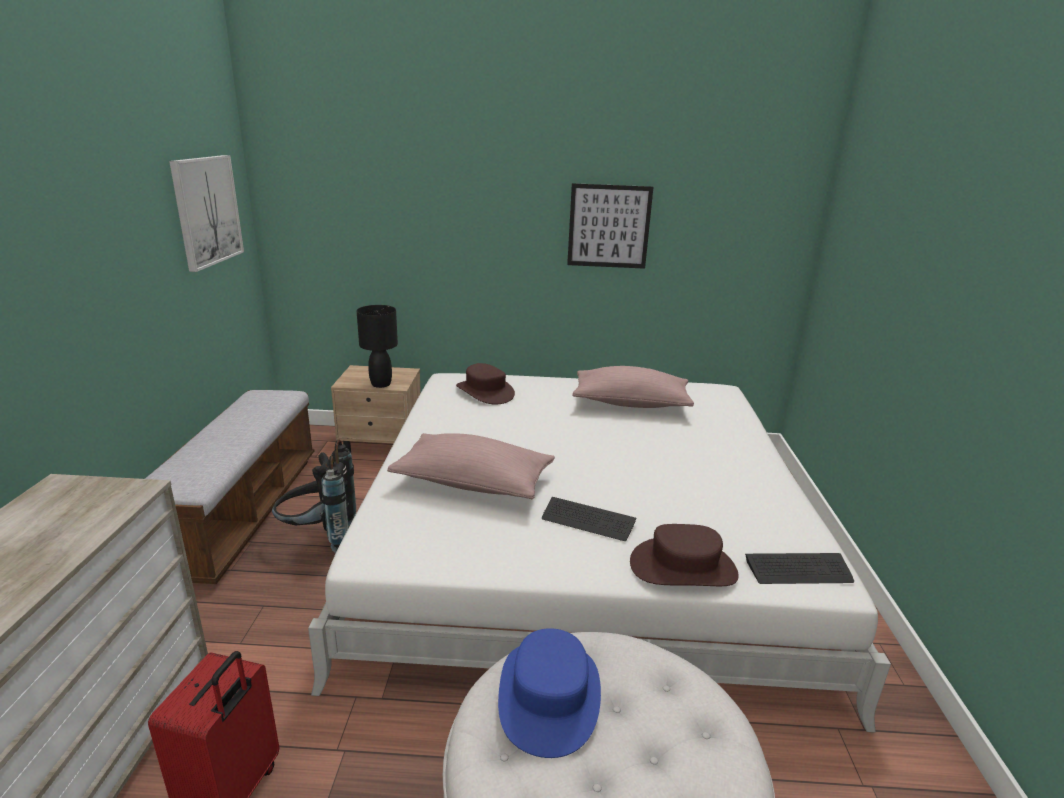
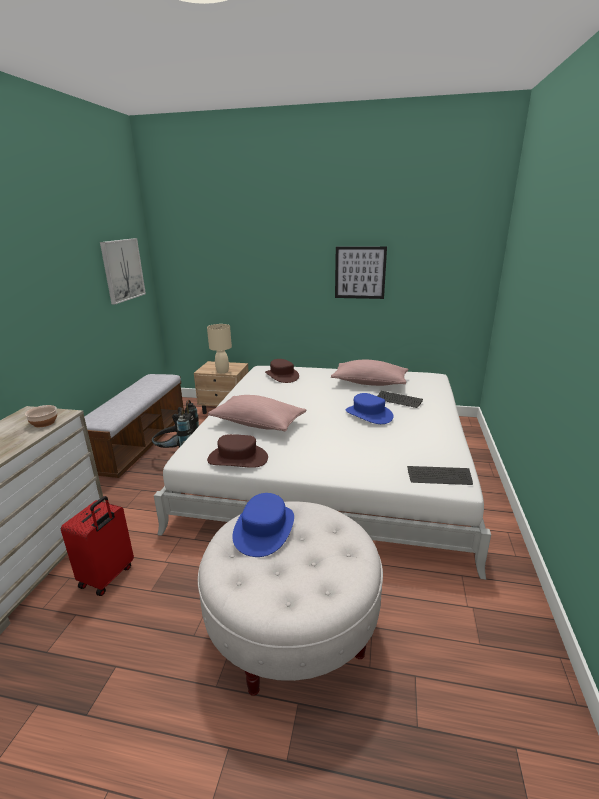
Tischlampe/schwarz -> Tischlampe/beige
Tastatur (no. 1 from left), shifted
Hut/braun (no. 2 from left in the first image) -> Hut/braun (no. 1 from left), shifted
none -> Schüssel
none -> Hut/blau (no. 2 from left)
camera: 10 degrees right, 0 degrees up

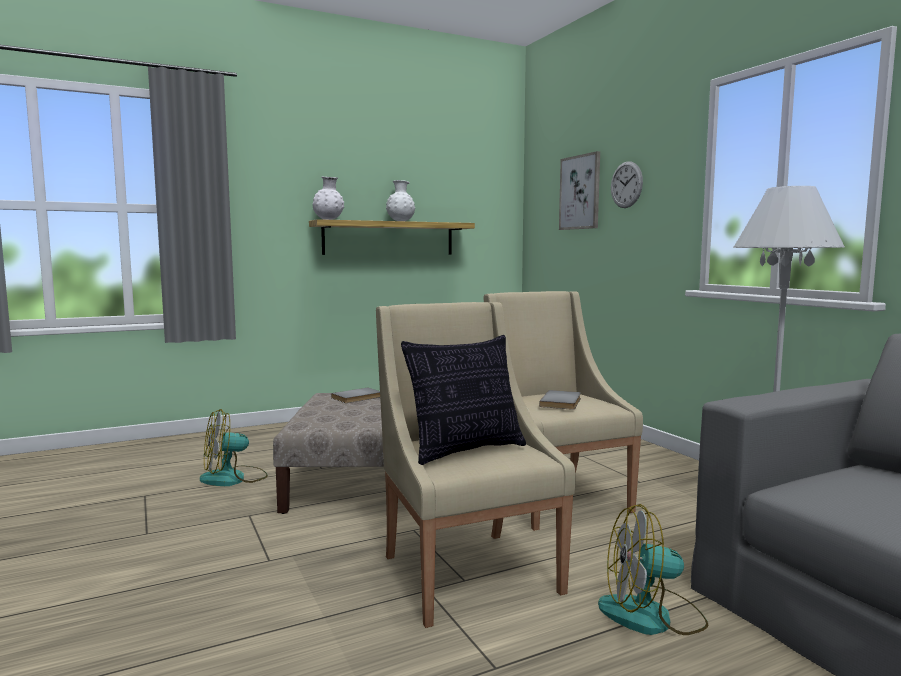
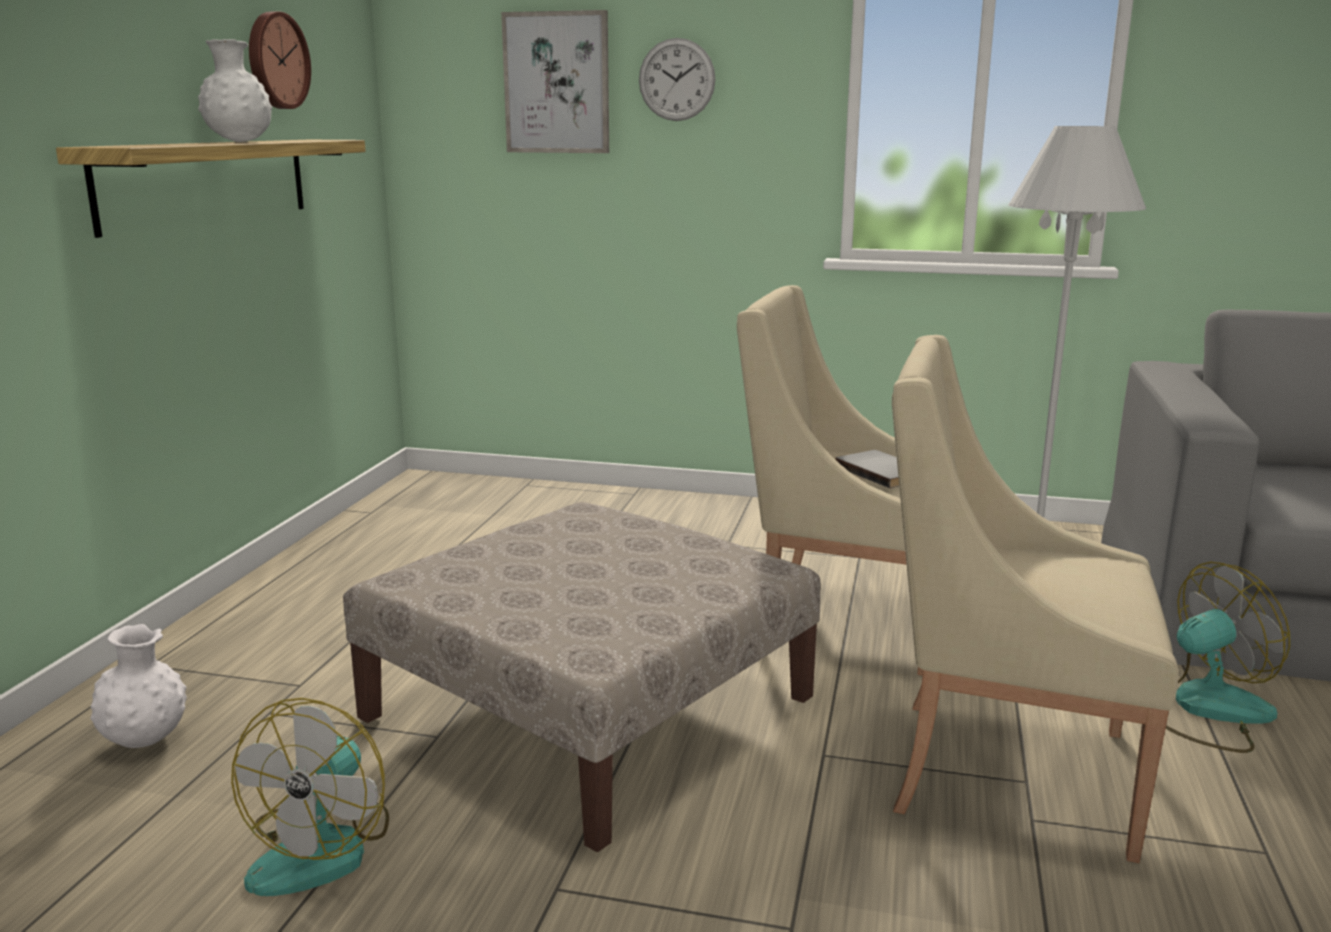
Vase/weiß (no. 1 from left), shifted
Buch/grau (no. 1 from left) -> none
Kissen -> none
Ventilator (no. 2 from left), 150 degrees counterclockwise
none -> Wanduhr (no. 1 from left)
camera: 50 degrees left, 10 degrees up

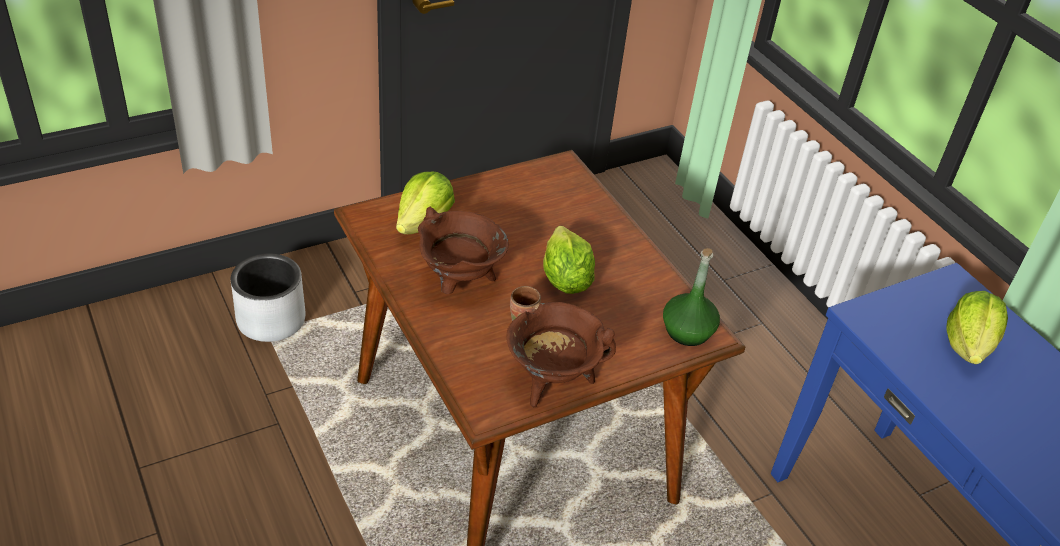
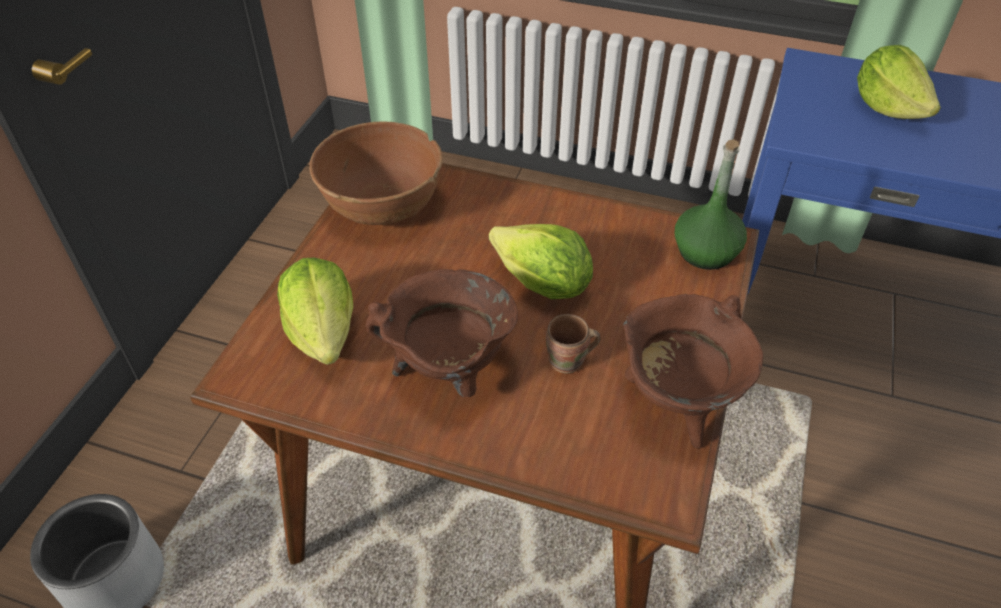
none -> Schüssel/braun
camera: 40 degrees left, 5 degrees up

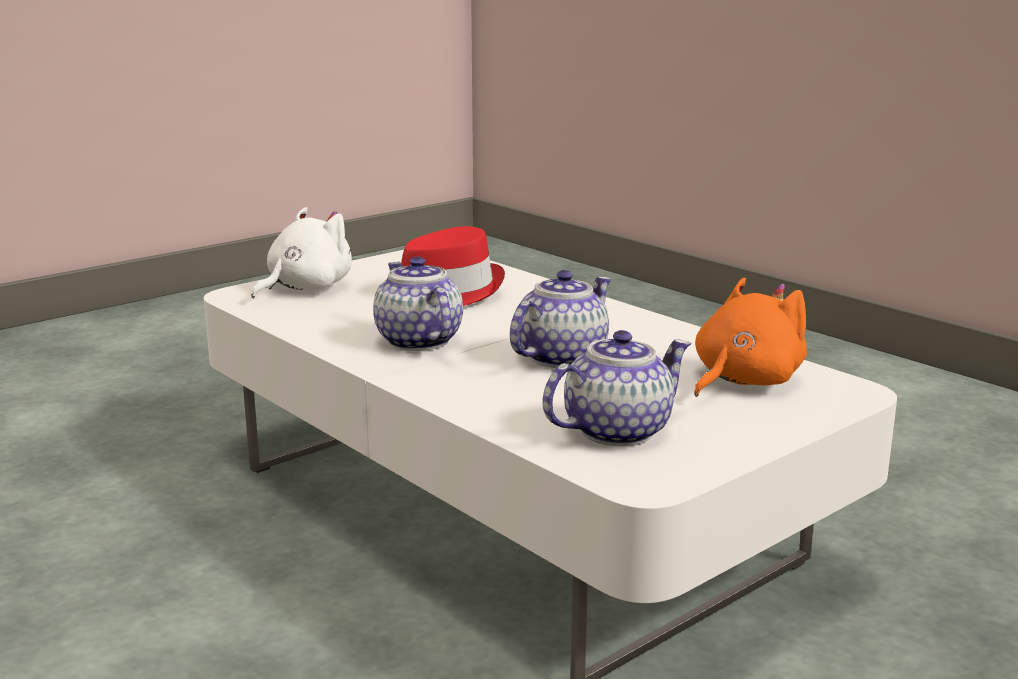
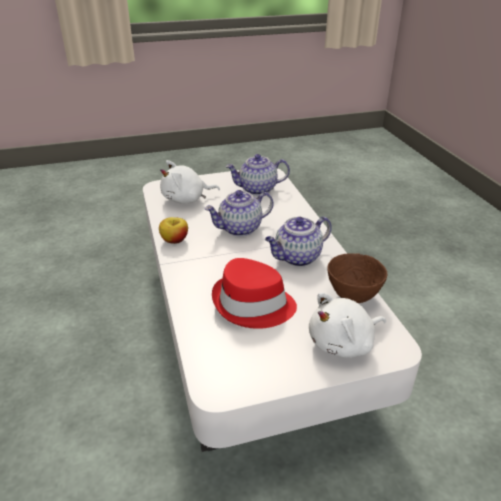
Teekanne (no. 1 from left in the first image) -> Teekanne (no. 3 from left), 60 degrees clockwise
Plüschtier/orange -> Plüschtier/weiß (no. 1 from left)
none -> Apfel
none -> Schüssel/braun
camera: 155 degrees left, 15 degrees up

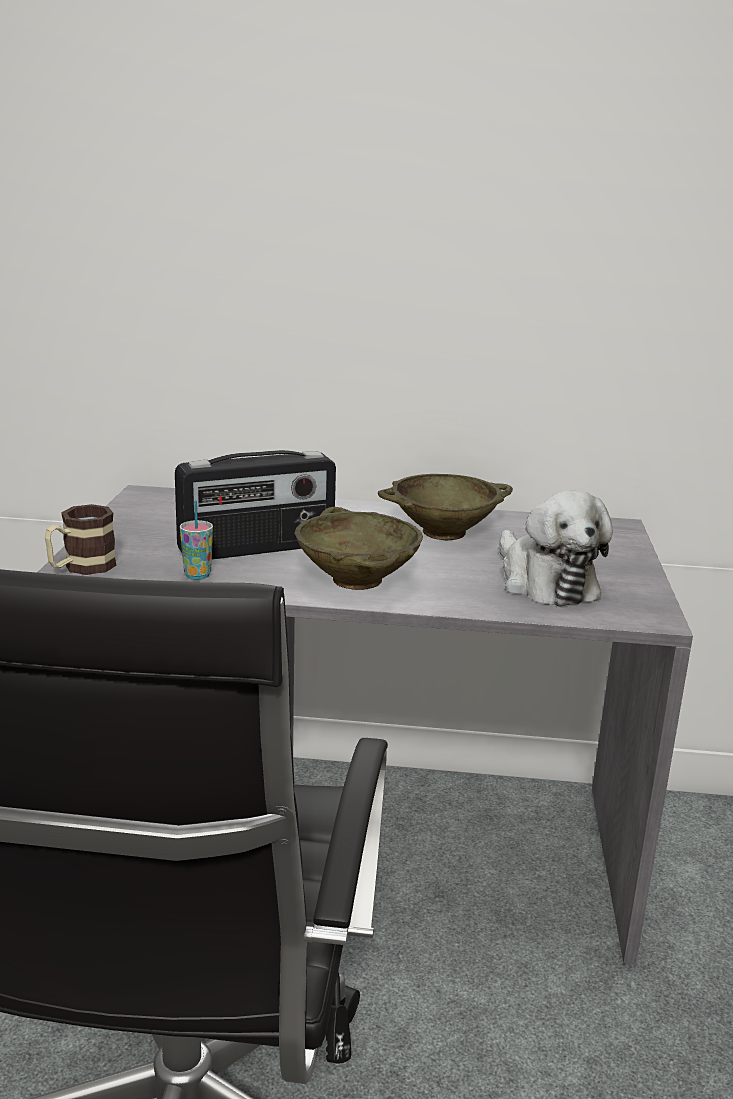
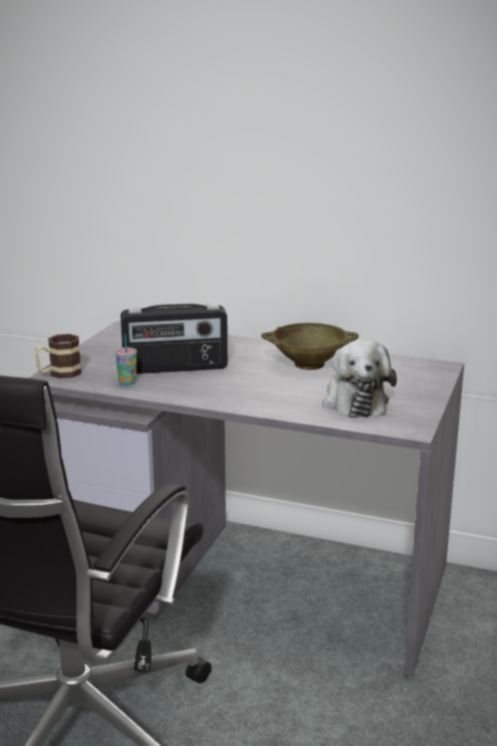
Schüssel/beige (no. 1 from left) -> none
camera: 15 degrees right, 0 degrees up

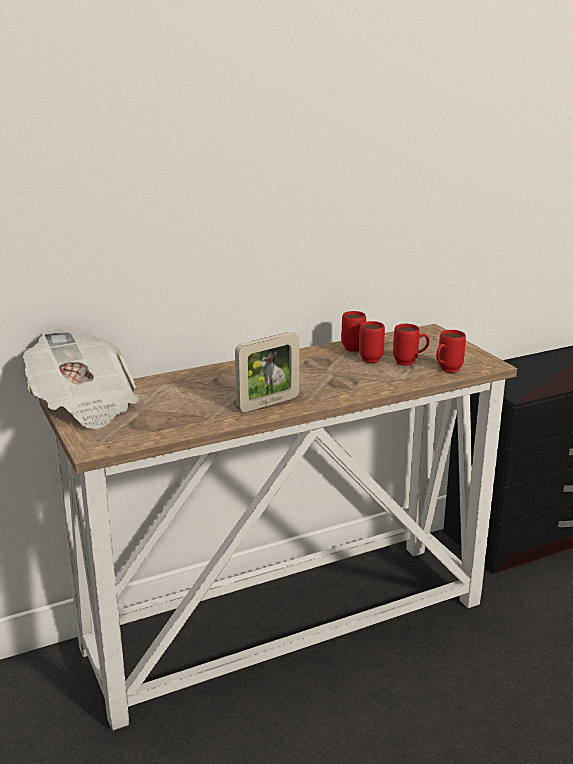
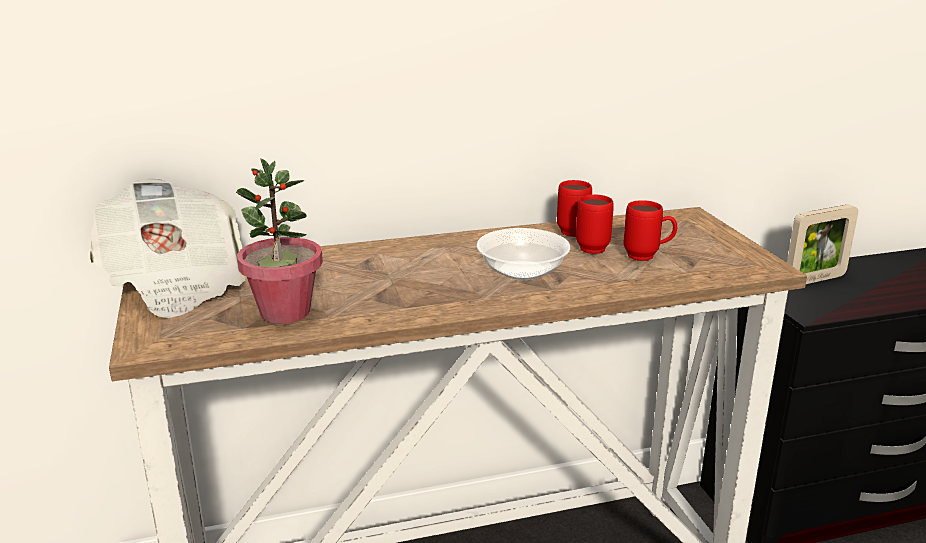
Bilderrahmen, shifted
Henkelbecher/rot (no. 4 from left) -> none
none -> Topfpflanze
none -> Schüssel
camera: 10 degrees right, 0 degrees up

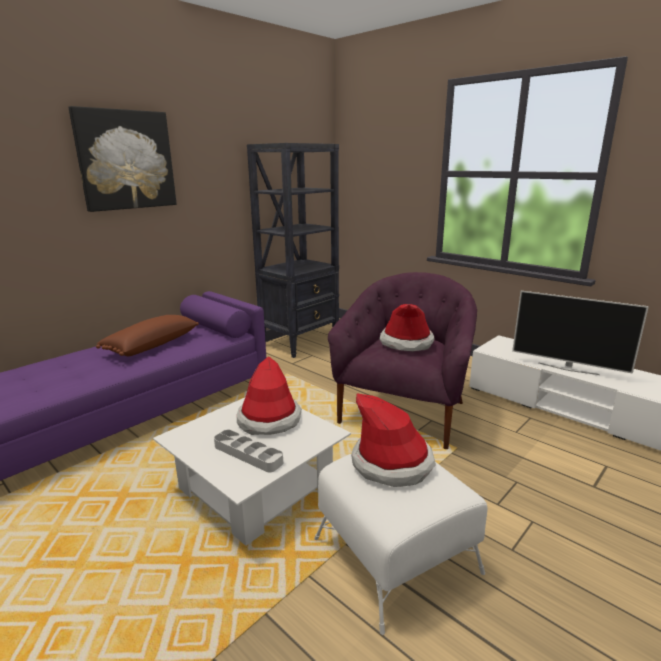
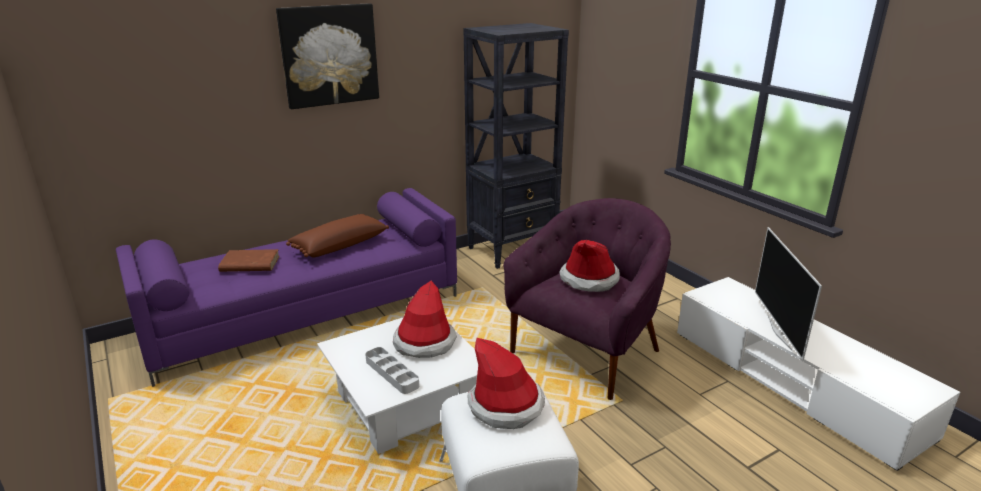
Fernseher, 45 degrees clockwise
none -> Buch/braun
camera: 15 degrees right, 5 degrees up

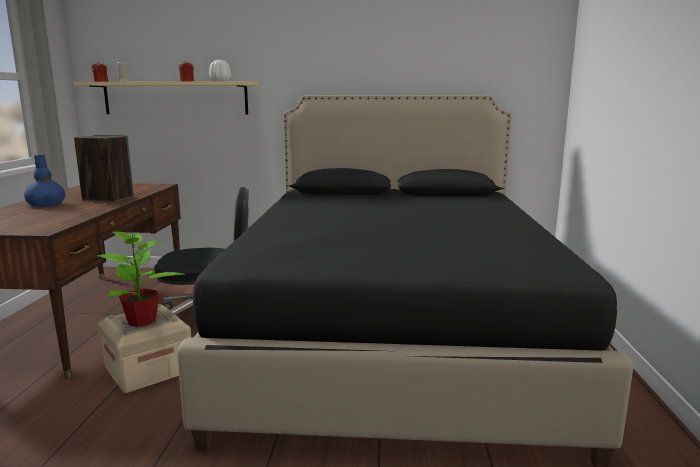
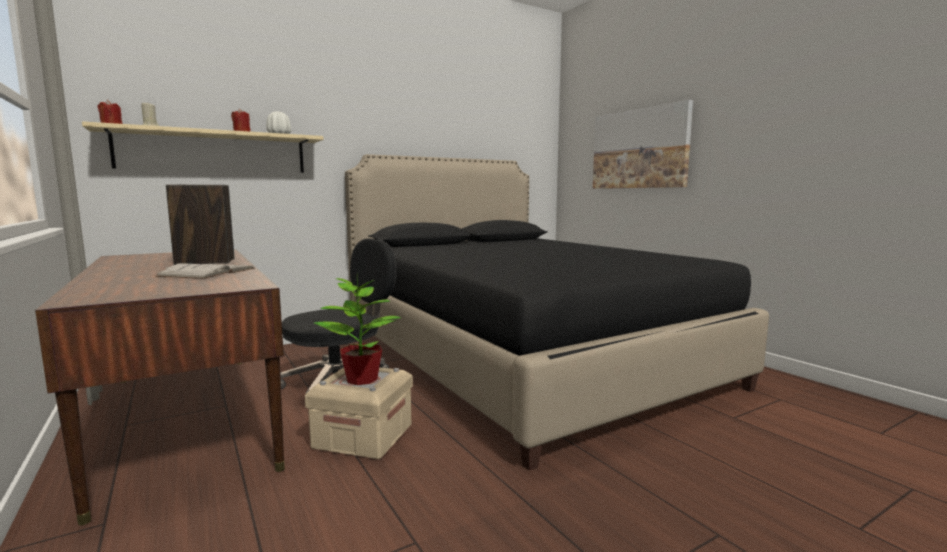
Vase/blau -> none
none -> Buch/weiß
none -> Bild
camera: 35 degrees left, 5 degrees down

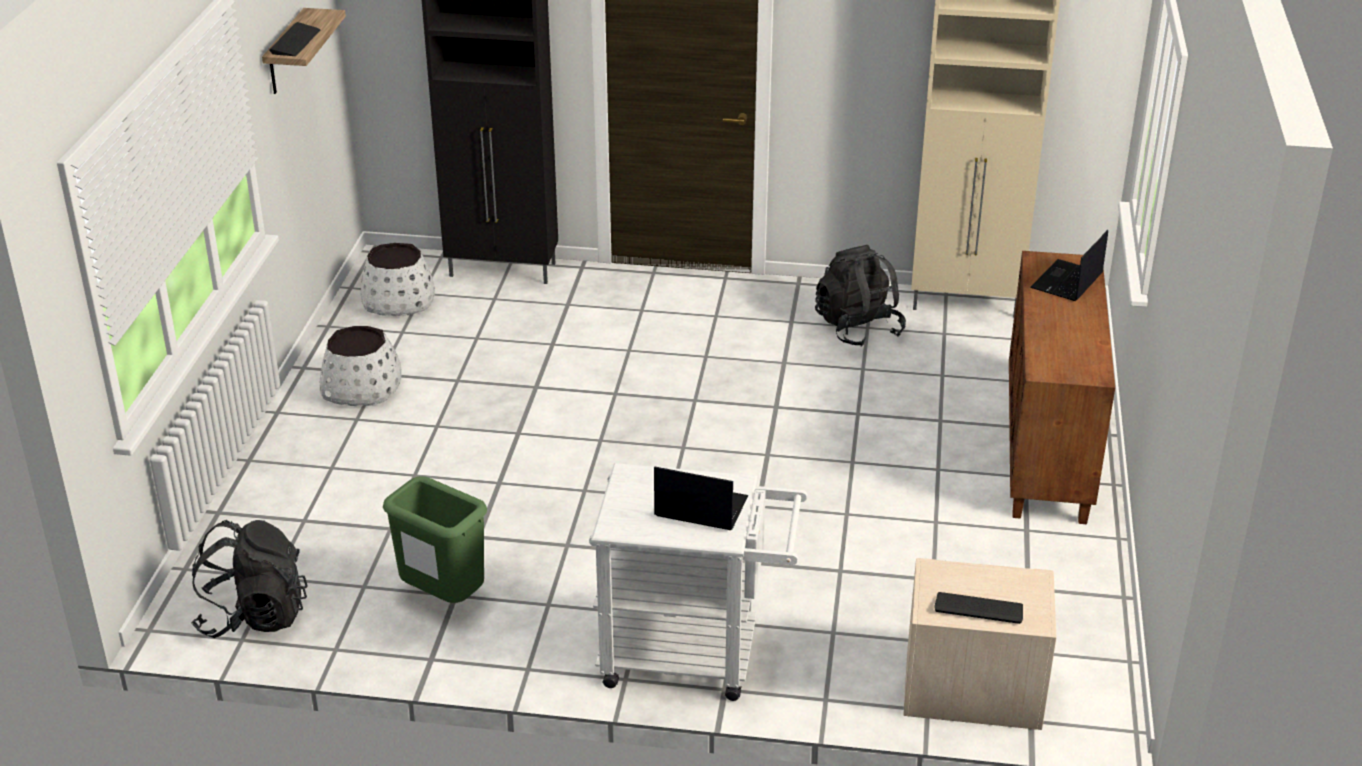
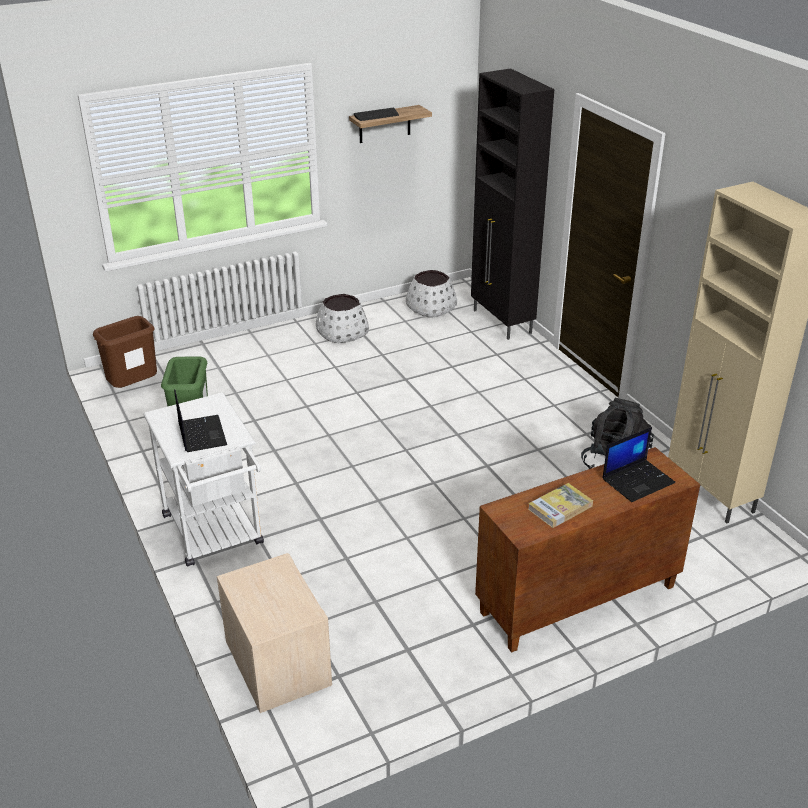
Rucksack/schwarz (no. 1 from left) -> Mülleimer/braun
Tastatur (no. 2 from left) -> none
Laptop (no. 2 from left), 150 degrees clockwise
none -> Buch
camera: 55 degrees right, 0 degrees up

